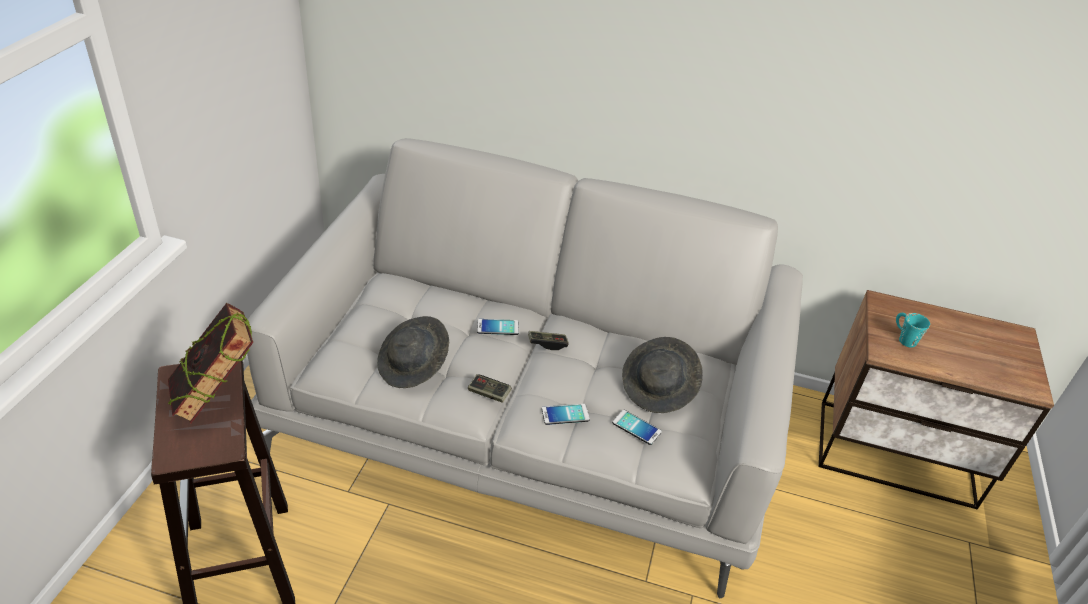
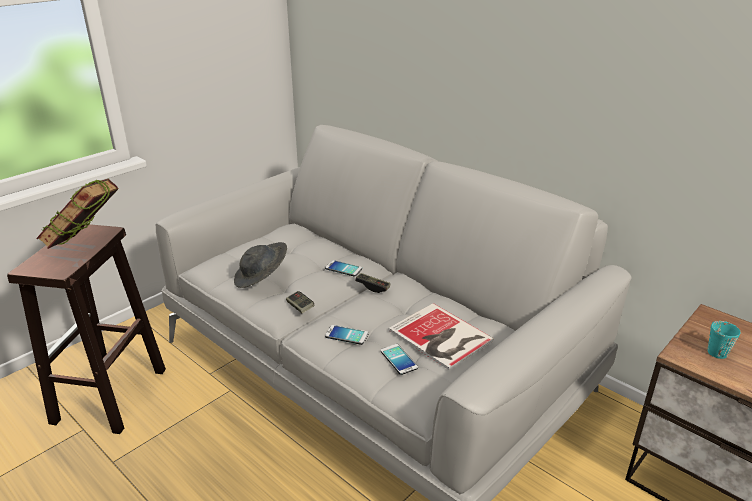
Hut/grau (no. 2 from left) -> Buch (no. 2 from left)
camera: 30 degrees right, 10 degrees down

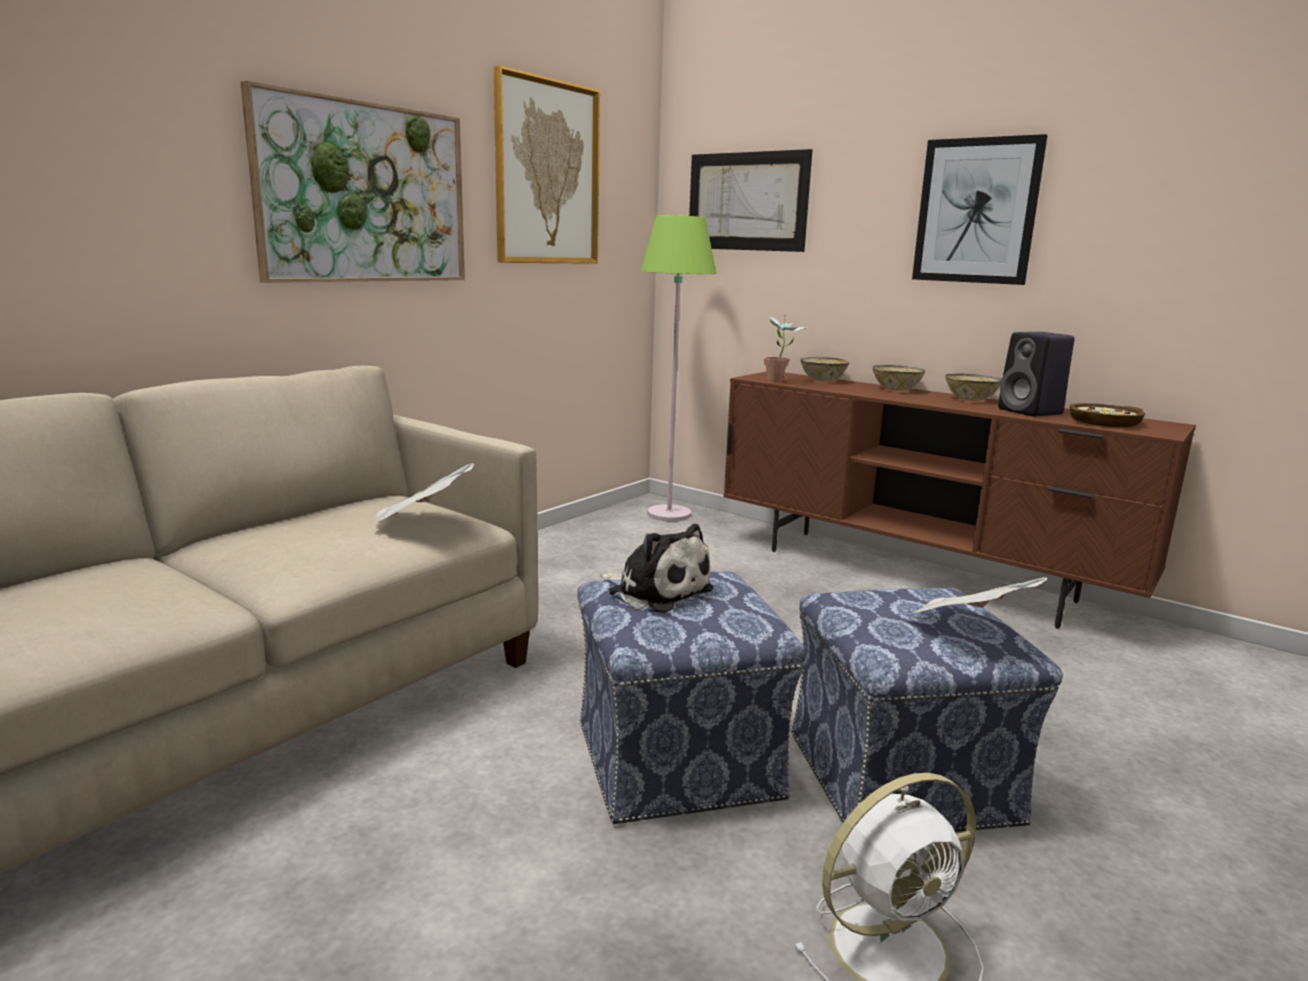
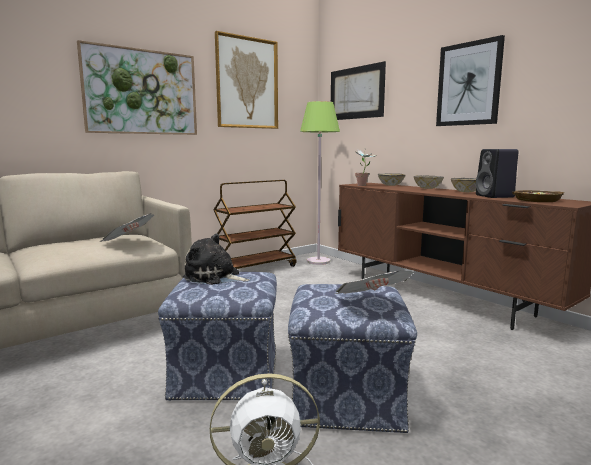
Plüschtier, 150 degrees clockwise
none -> Rollwagen/braun
camera: 15 degrees right, 5 degrees down

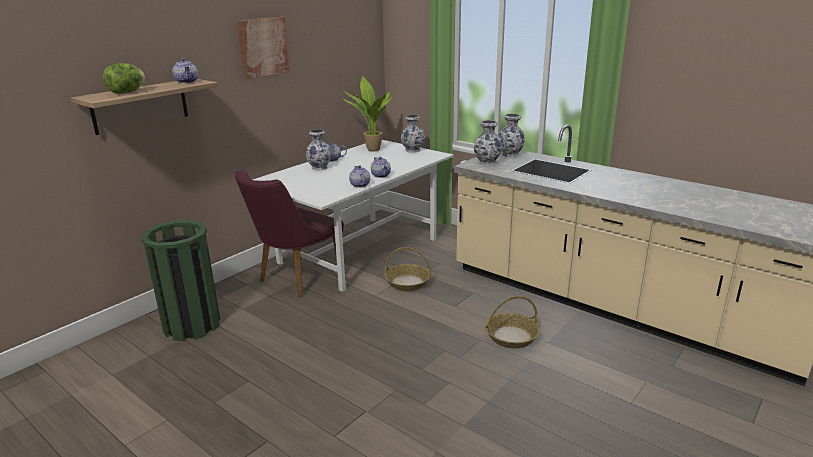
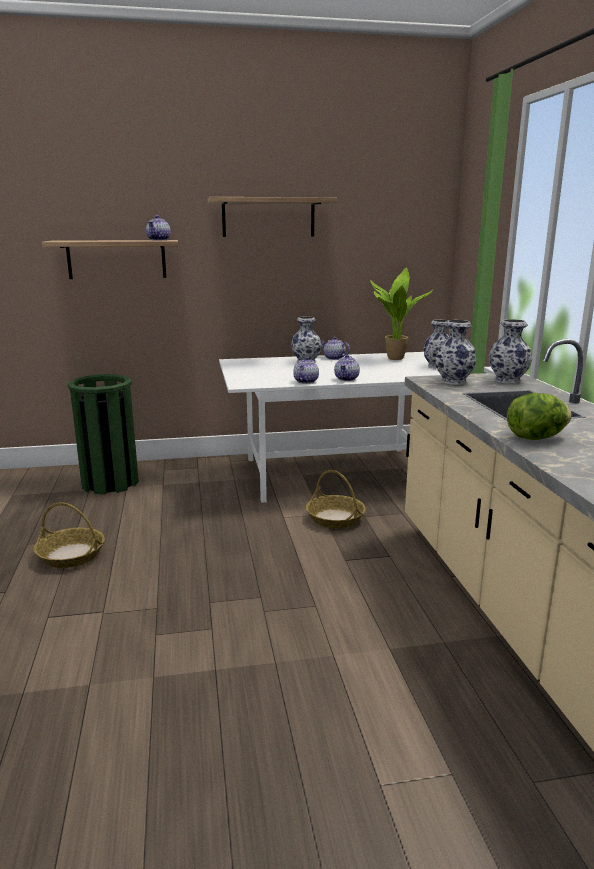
Salatkopf, shifted
Stuhl/lila -> none
Bild -> Wandregal (no. 2 from left)
Korb (no. 2 from left in the first image) -> Korb (no. 1 from left), shifted
camera: 40 degrees right, 5 degrees down

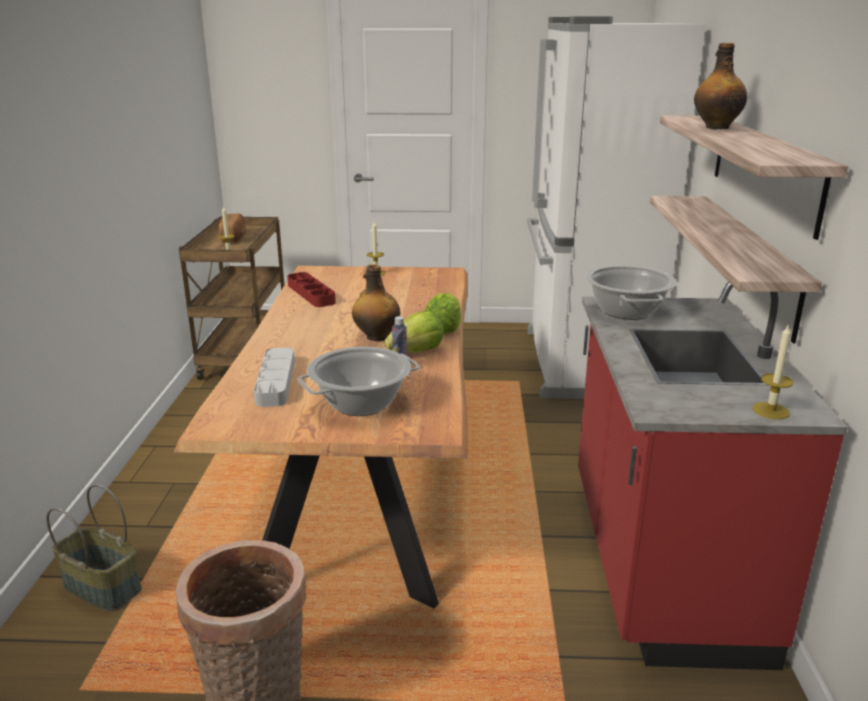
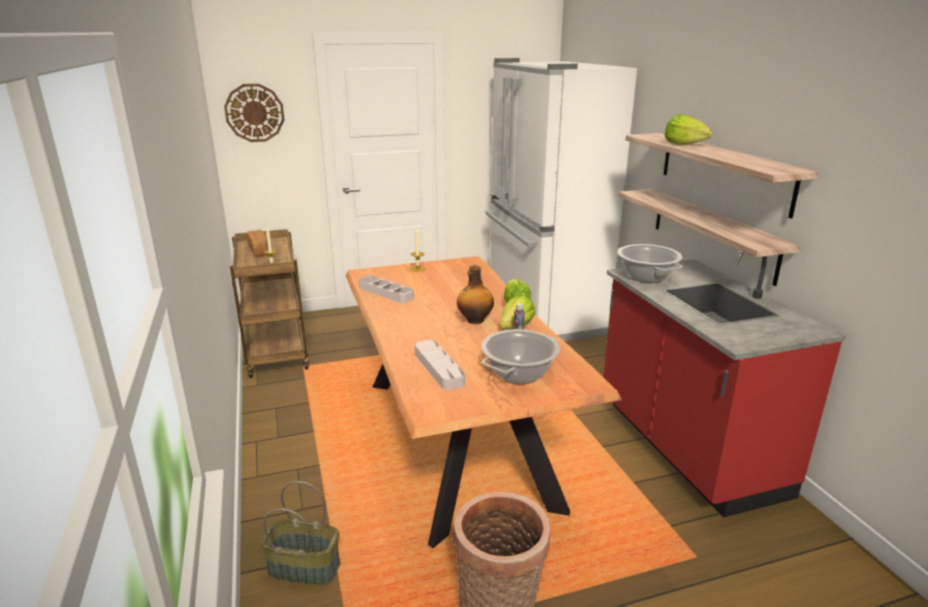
Tablett/rot -> Tablett/grau (no. 1 from left)
Flasche (no. 3 from left) -> Salatkopf (no. 3 from left)
Kerze (no. 3 from left) -> none
none -> Wanduhr
camera: 20 degrees left, 0 degrees up

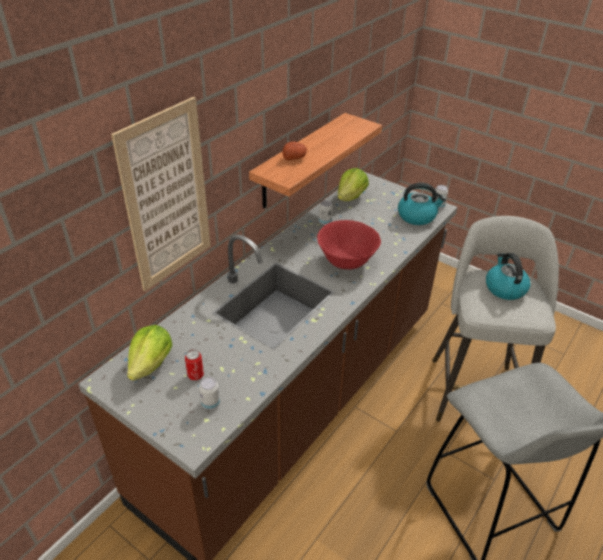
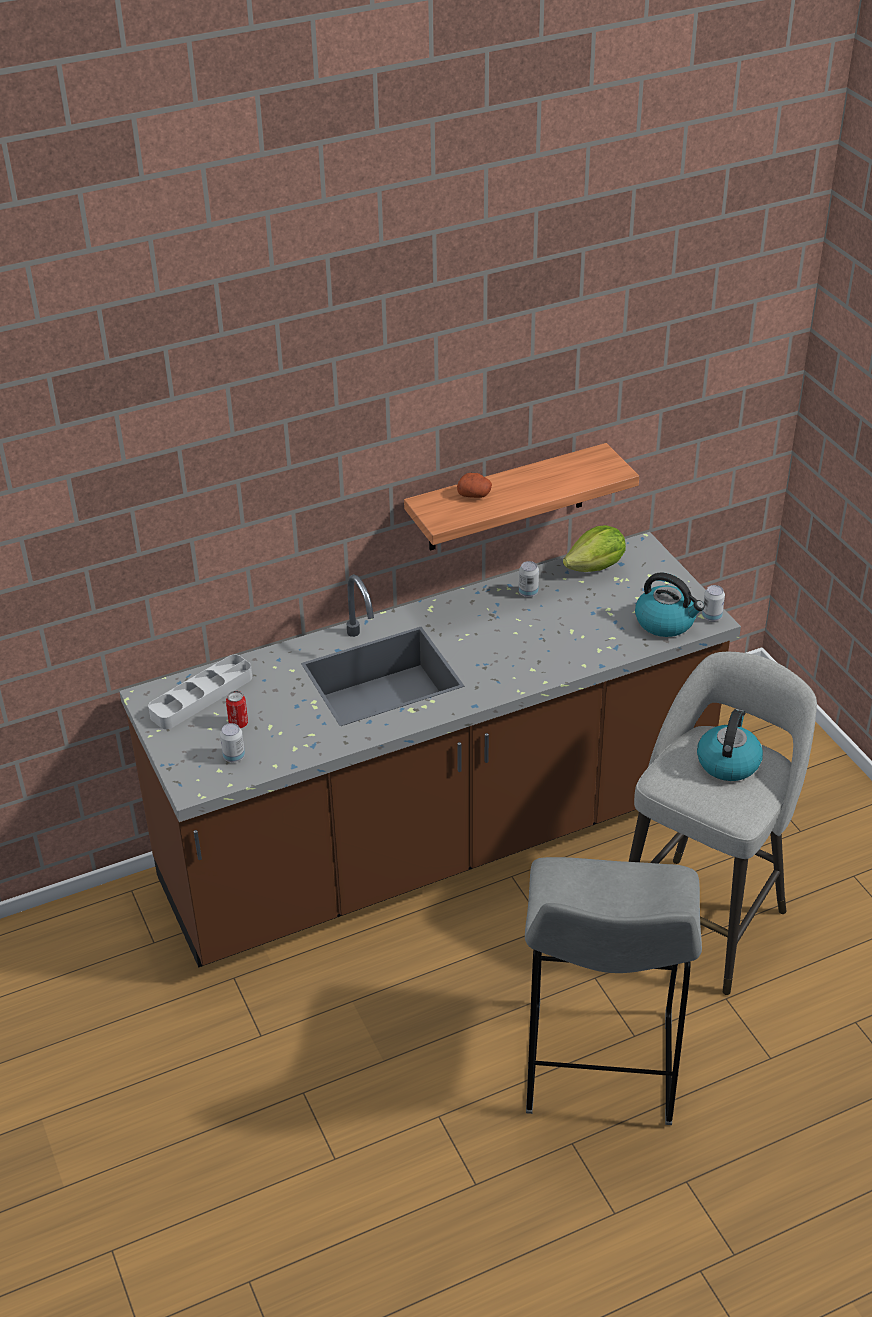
Bild -> none
Salatkopf (no. 1 from left) -> Tablett/grau
Schüssel/rot -> none
camera: 30 degrees right, 0 degrees up

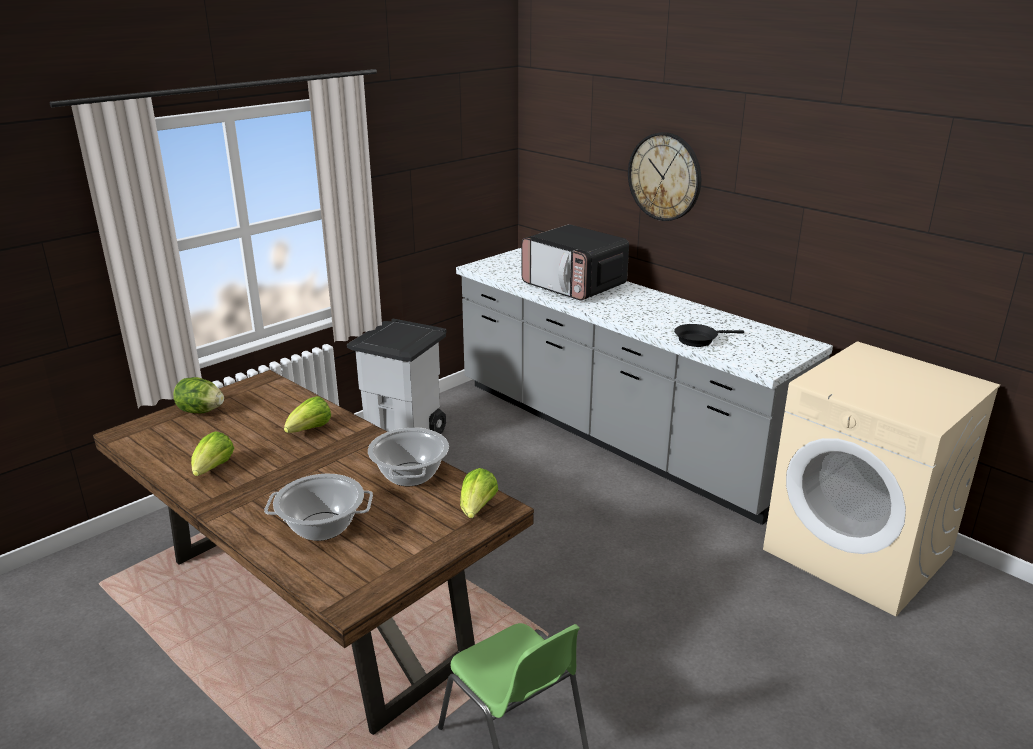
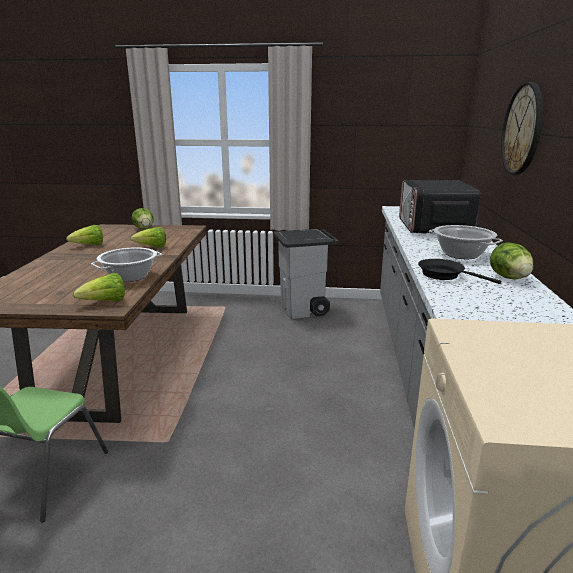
Kochtopf (no. 1 from left in the first image) -> Kochtopf (no. 2 from left), shifted
none -> Salatkopf (no. 5 from left)
camera: 50 degrees right, 5 degrees down

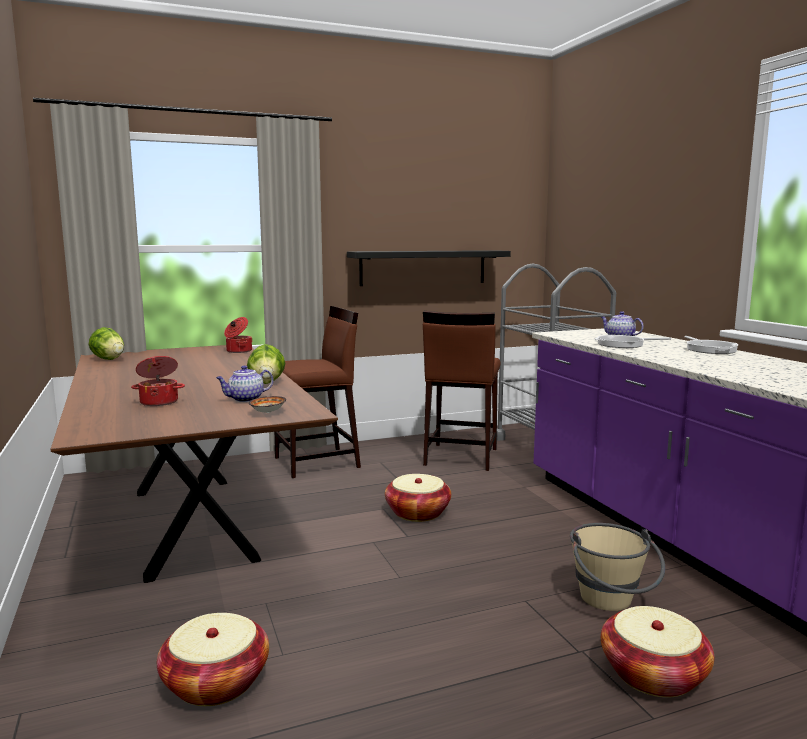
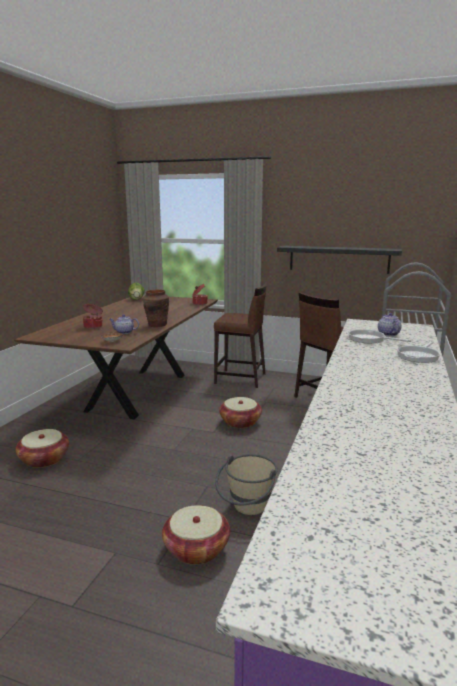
Salatkopf (no. 2 from left) -> Vase/braun
camera: 40 degrees right, 5 degrees up

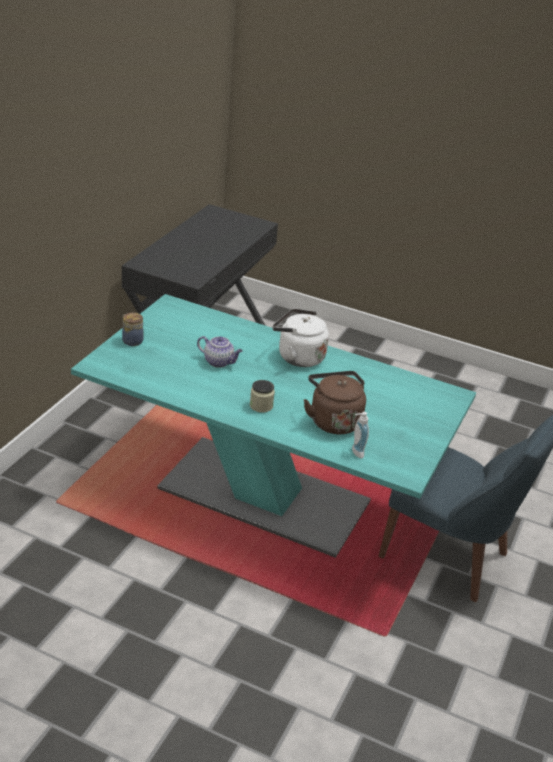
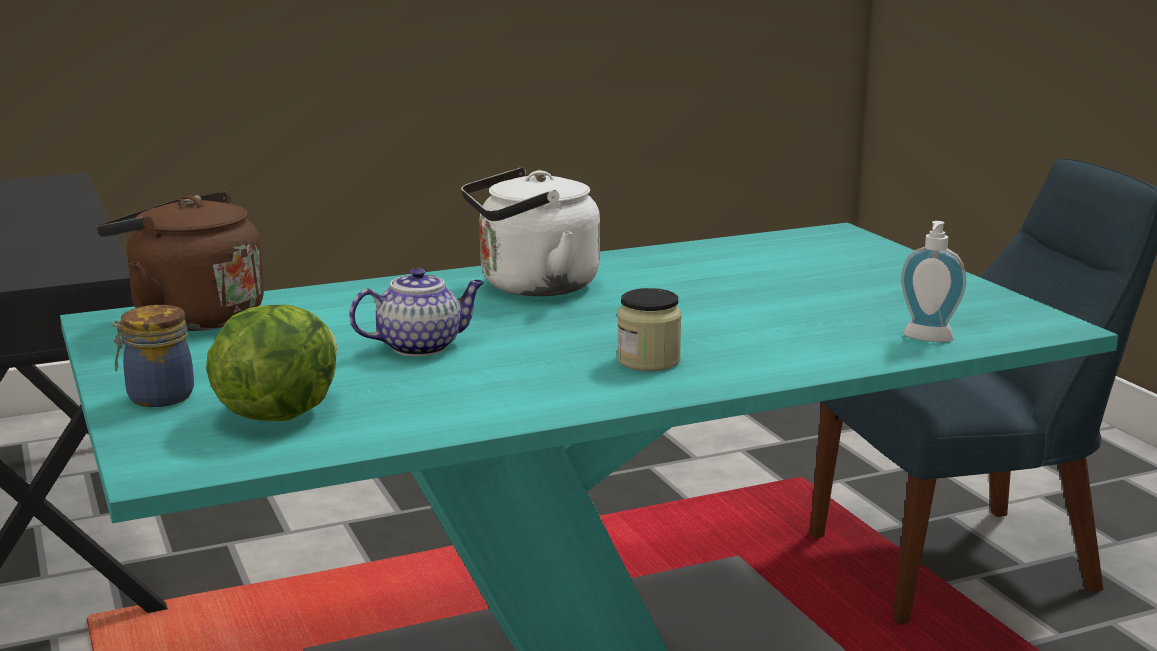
Wasserkessel/braun, shifted
none -> Salatkopf
camera: 45 degrees left, 15 degrees down

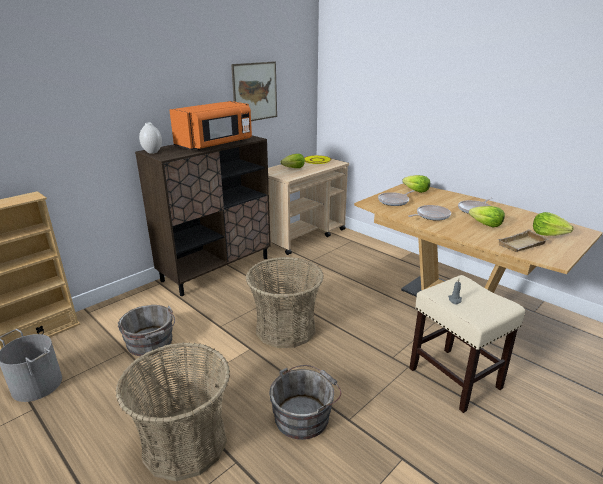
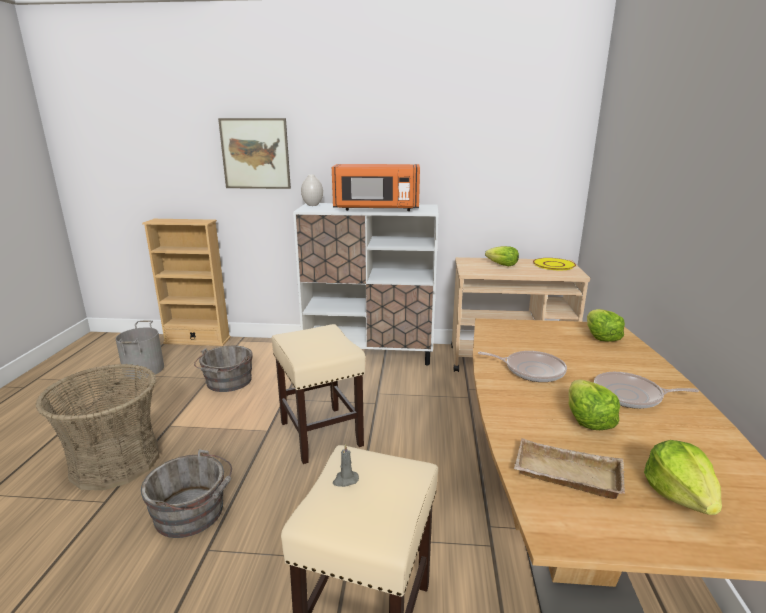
Schrank/braun -> Schrank/weiß
Bild, shifted
Korb (no. 2 from left) -> Hocker/beige (no. 1 from left)
Pfanne (no. 1 from left) -> none
camera: 50 degrees right, 5 degrees down

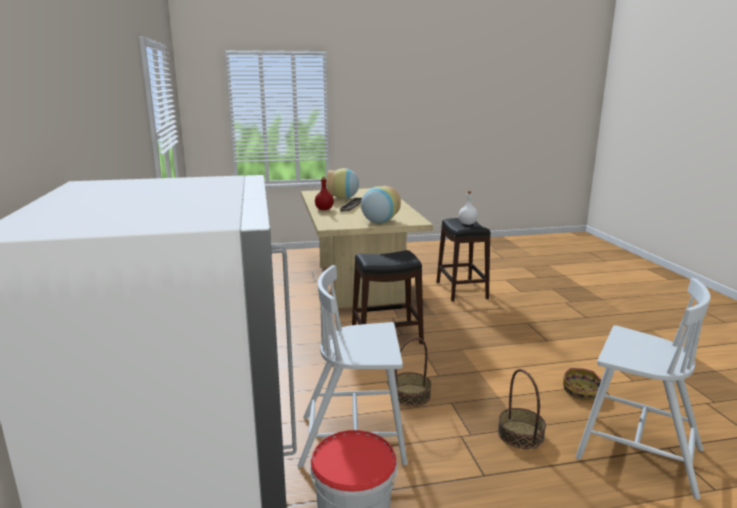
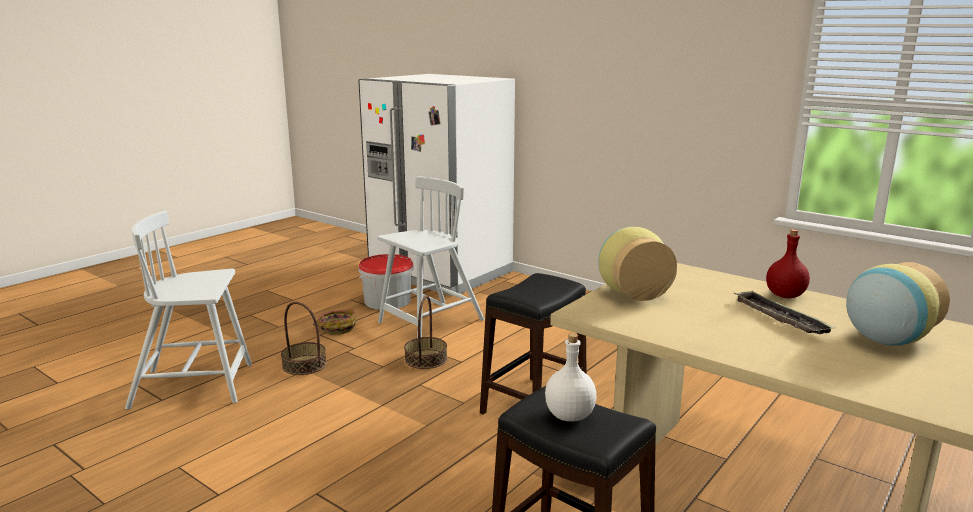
Korb (no. 3 from left in the first image) -> Korb (no. 2 from left), shifted
camera: 140 degrees right, 0 degrees up

